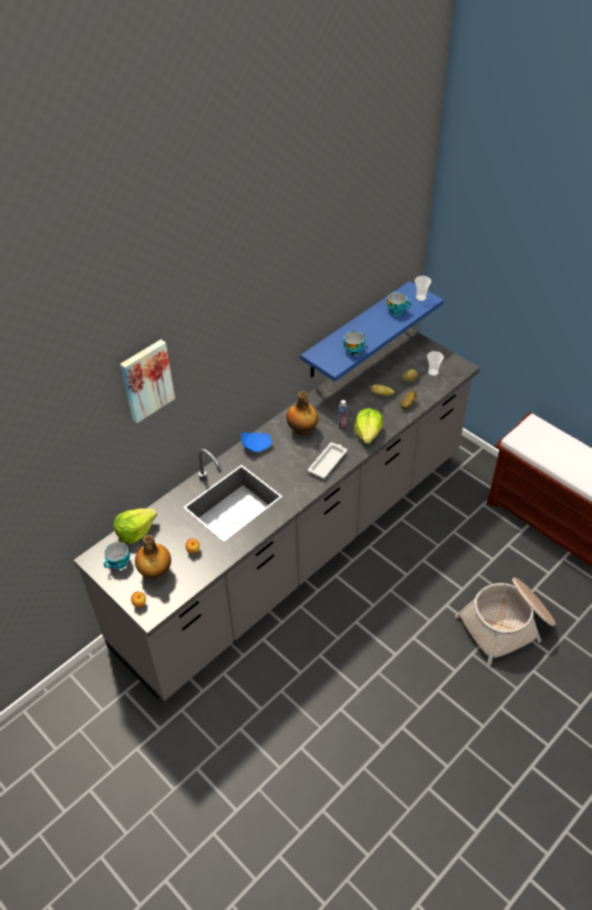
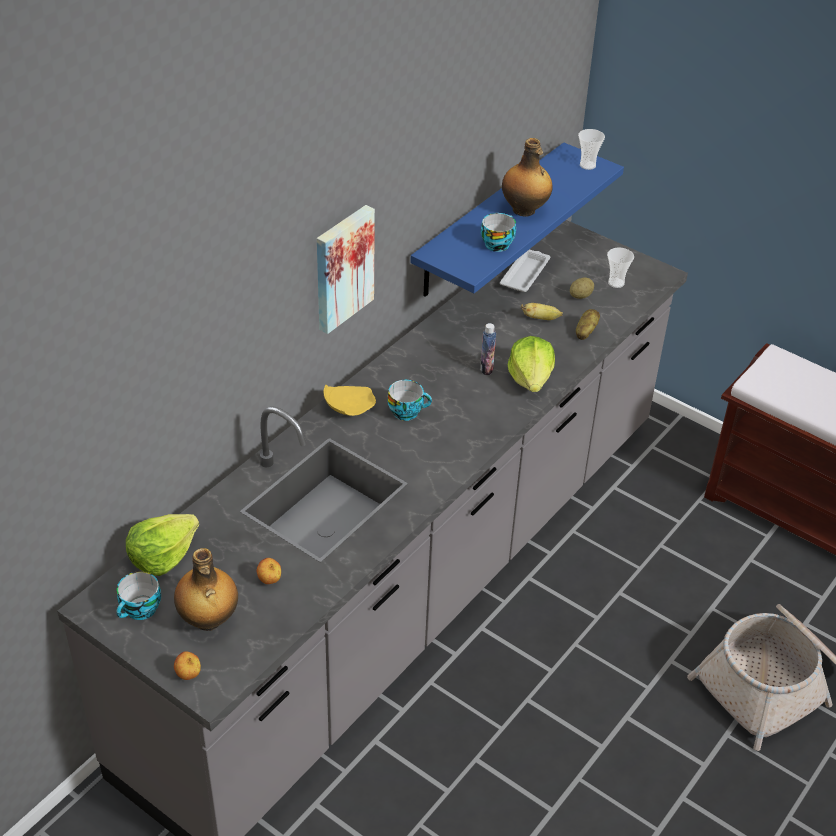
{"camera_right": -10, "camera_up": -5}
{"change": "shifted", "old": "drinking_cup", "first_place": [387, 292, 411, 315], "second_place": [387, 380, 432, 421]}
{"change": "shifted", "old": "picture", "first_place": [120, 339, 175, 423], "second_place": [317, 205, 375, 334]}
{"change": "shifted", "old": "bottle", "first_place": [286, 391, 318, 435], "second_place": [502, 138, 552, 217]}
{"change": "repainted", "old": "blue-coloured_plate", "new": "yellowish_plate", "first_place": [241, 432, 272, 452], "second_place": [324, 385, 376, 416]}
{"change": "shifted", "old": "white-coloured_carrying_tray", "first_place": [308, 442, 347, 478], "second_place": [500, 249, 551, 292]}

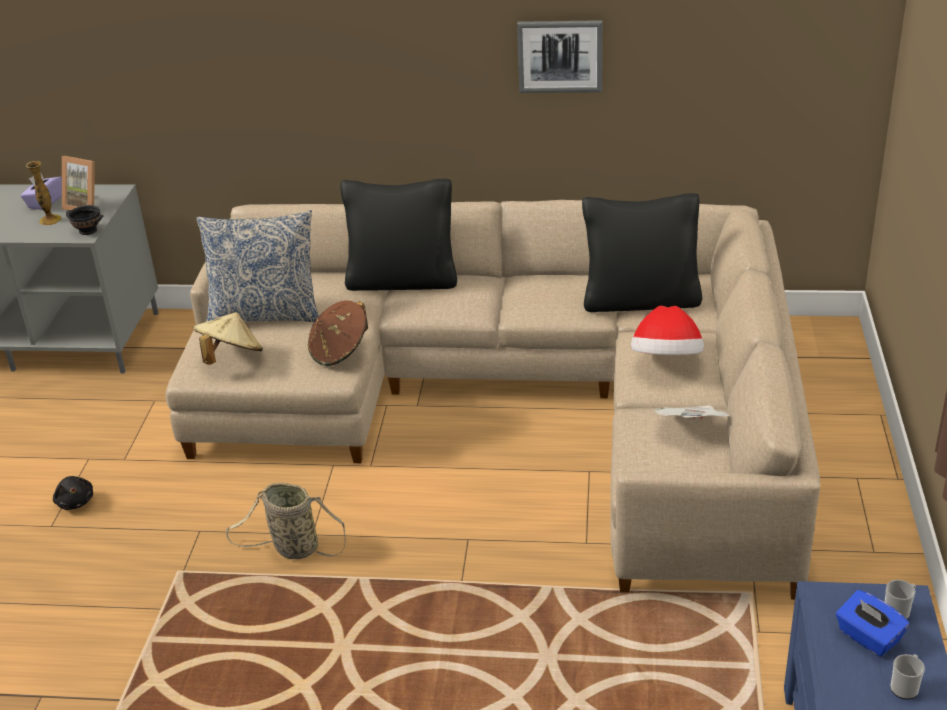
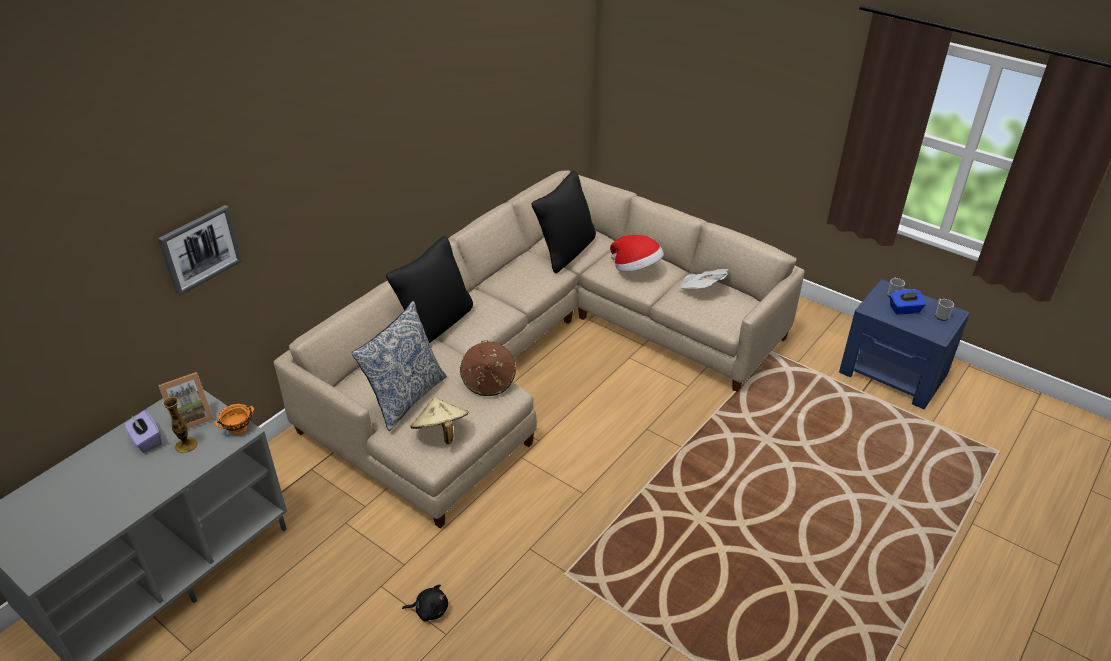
{"camera_right": -60, "camera_up": 5}
{"change": "shifted", "old": "picture", "first_place": [517, 20, 602, 93], "second_place": [158, 205, 242, 296]}
{"change": "repainted", "old": "blackish_deep_dish", "new": "orange_deep_dish", "first_place": [66, 205, 103, 235], "second_place": [215, 404, 254, 435]}
{"change": "gone", "old": "household_basket", "first_place": [226, 483, 345, 559]}

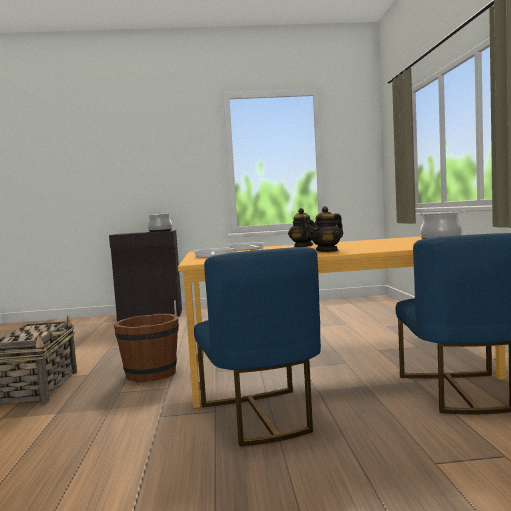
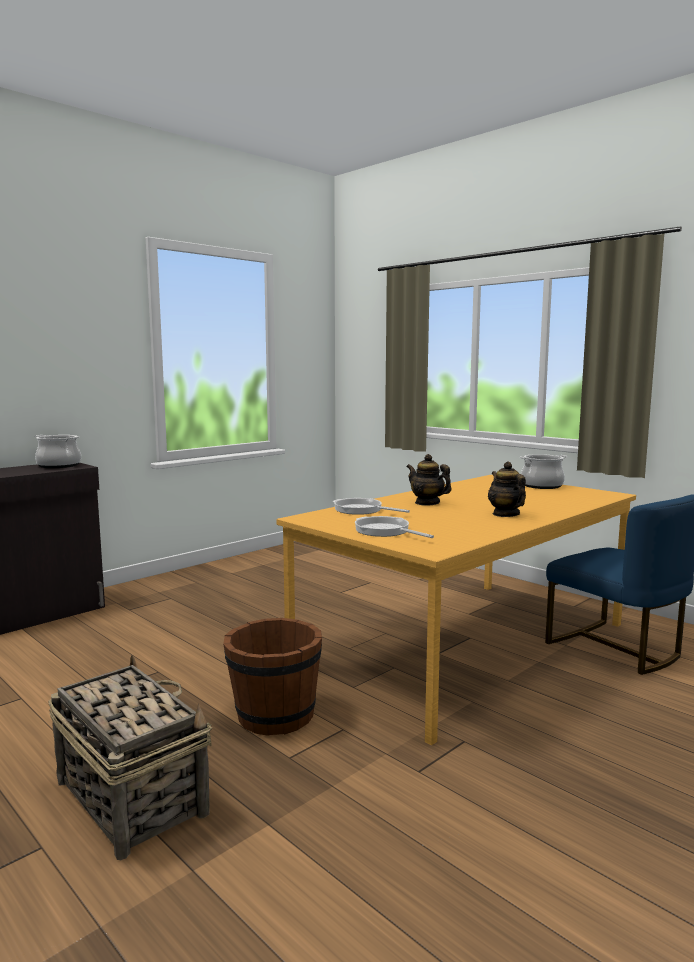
{"camera_right": -40, "camera_up": 5}
{"change": "rotated", "old": "tea_pot", "first_place": [307, 206, 343, 252], "second_place": [488, 462, 526, 517], "degrees": 150}
{"change": "gone", "old": "blue-coloured_plain_chair", "first_place": [194, 247, 321, 446]}

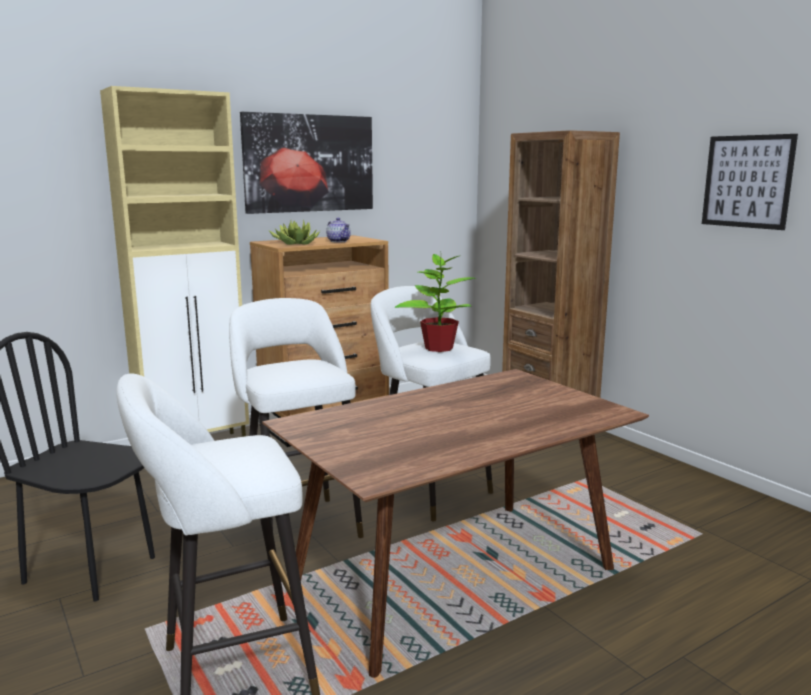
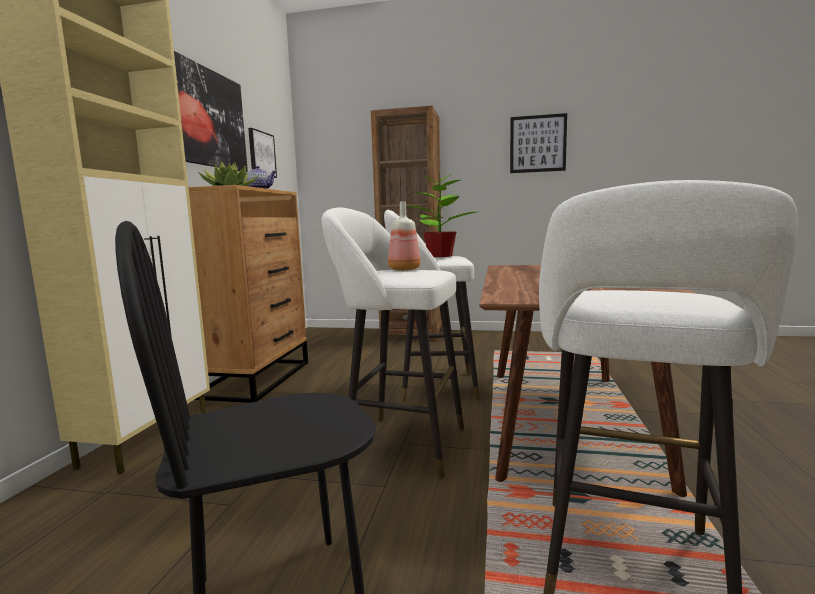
{"camera_right": -45, "camera_up": -5}
{"change": "new", "new": "picture", "second_place": [248, 128, 277, 178]}
{"change": "new", "new": "bottle", "second_place": [388, 201, 421, 271]}

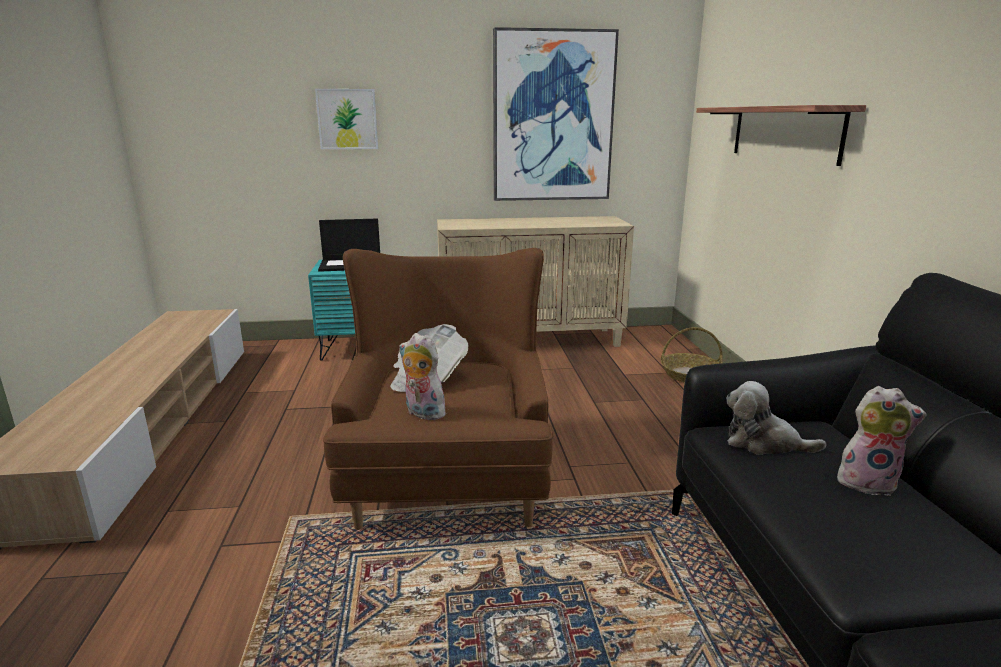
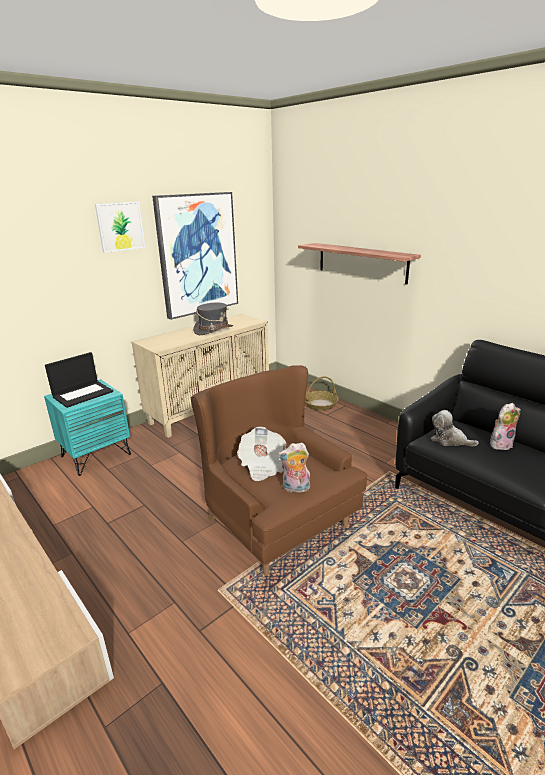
{"camera_right": -35, "camera_up": 5}
{"change": "shifted", "old": "picture", "first_place": [315, 89, 378, 149], "second_place": [95, 202, 145, 253]}
{"change": "rotated", "old": "soft_toy", "first_place": [726, 381, 826, 455], "second_place": [431, 410, 479, 446], "degrees": 45}
{"change": "new", "new": "greyish_hat", "second_place": [193, 303, 233, 335]}

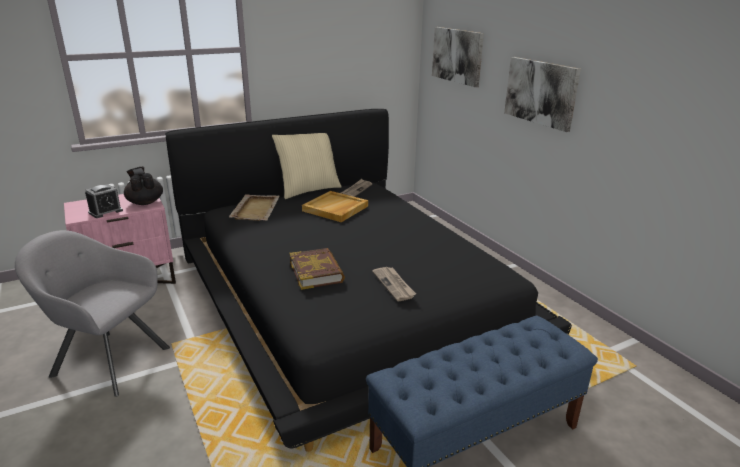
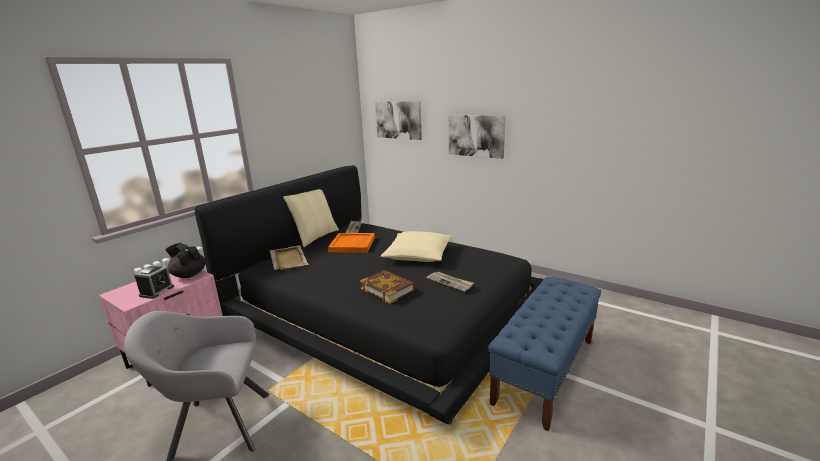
{"camera_right": -25, "camera_up": -5}
{"change": "repainted", "old": "beige_carrying_tray", "new": "orange_carrying_tray", "first_place": [302, 191, 368, 222], "second_place": [328, 233, 375, 253]}
{"change": "new", "new": "beige_cushion", "second_place": [381, 231, 452, 262]}

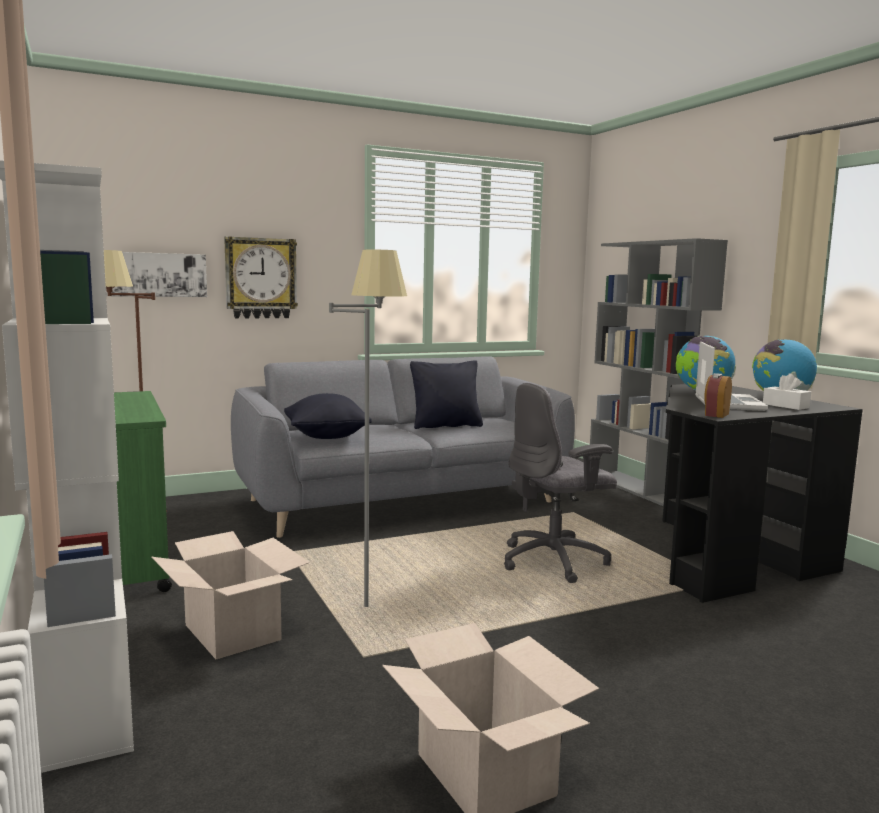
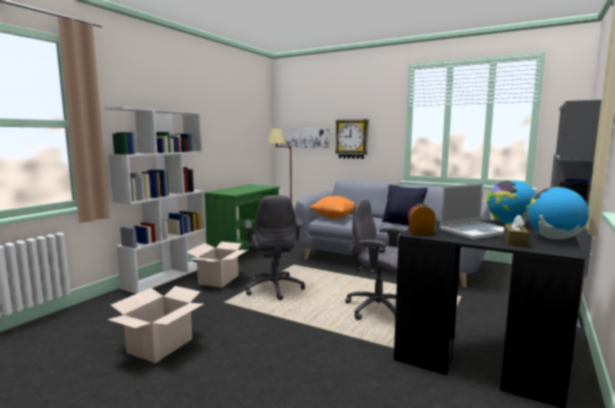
{"camera_right": 55, "camera_up": 0}
{"change": "swapped", "old": "greyish_standing_lamp", "new": "greyish_desk_chair", "first_place": [329, 249, 407, 607], "second_place": [245, 195, 305, 300]}
{"change": "repainted", "old": "white-coloured_box_of_tissues", "new": "brown-coloured_box_of_tissues", "first_place": [763, 373, 811, 410], "second_place": [503, 215, 529, 247]}
{"change": "repainted", "old": "blackish_cushion", "new": "orange_cushion", "first_place": [284, 393, 372, 439], "second_place": [309, 196, 355, 219]}

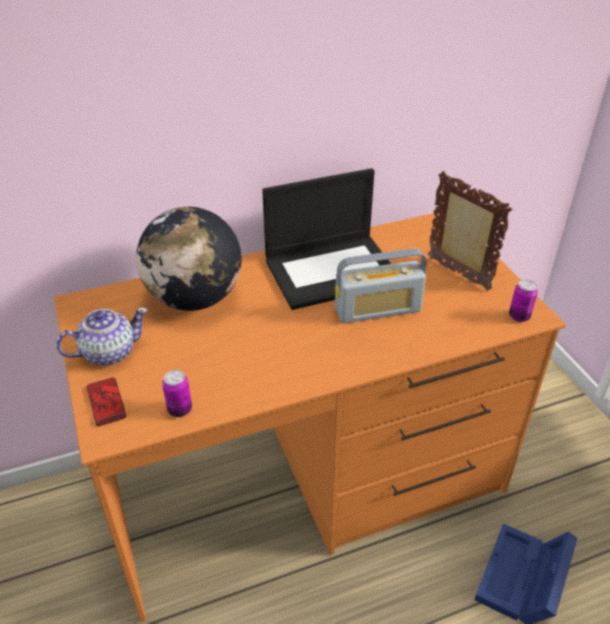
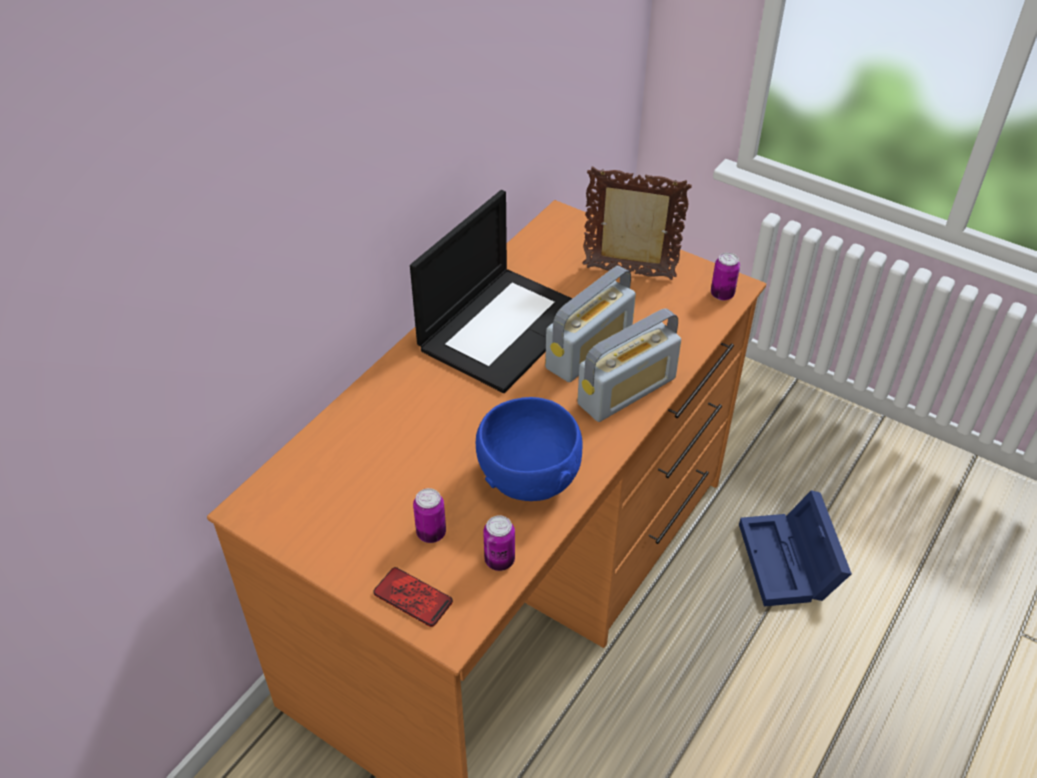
{"camera_right": -35, "camera_up": 5}
{"change": "gone", "old": "globe", "first_place": [136, 207, 242, 311]}
{"change": "gone", "old": "tea_pot", "first_place": [56, 308, 148, 366]}
{"change": "new", "new": "radio", "second_place": [577, 308, 681, 422]}
{"change": "new", "new": "blue-coloured_deep_dish", "second_place": [476, 397, 583, 501]}
{"change": "new", "new": "can", "second_place": [413, 488, 446, 543]}

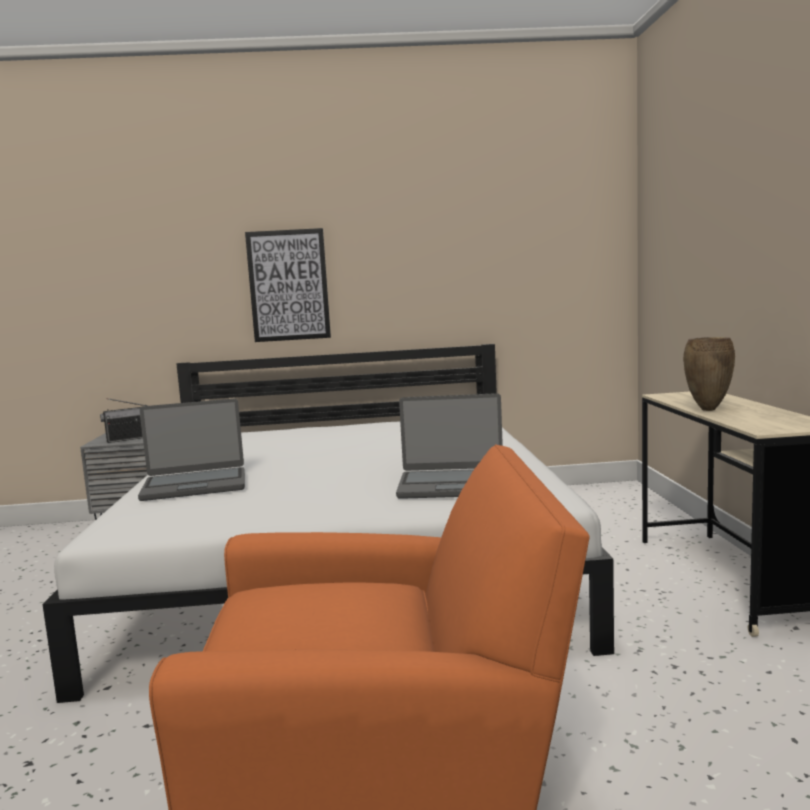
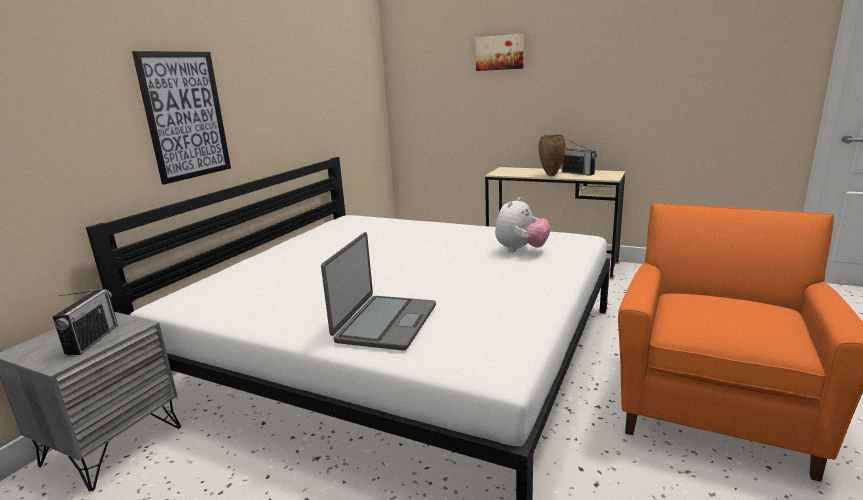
{"camera_right": -60, "camera_up": 10}
{"change": "swapped", "old": "laptop", "new": "soft_toy", "first_place": [396, 393, 503, 499], "second_place": [495, 197, 551, 252]}
{"change": "new", "new": "picture", "second_place": [475, 34, 524, 71]}
{"change": "new", "new": "radio", "second_place": [562, 139, 597, 176]}

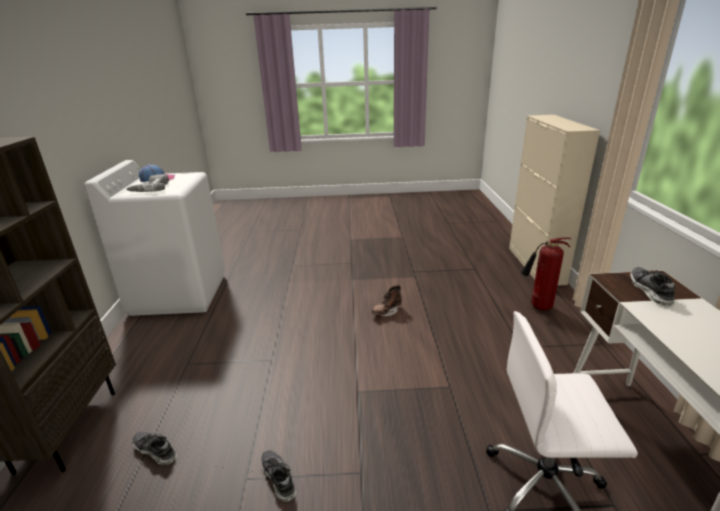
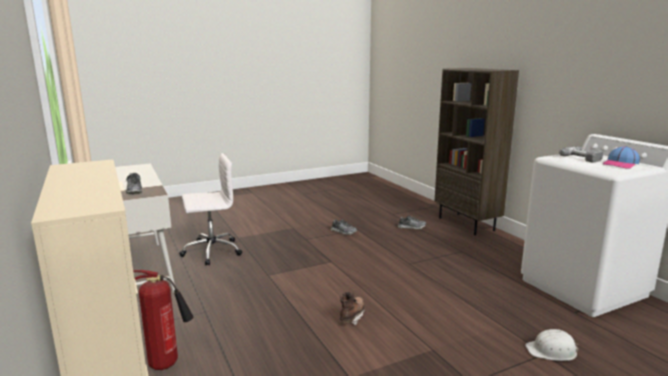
{"camera_right": 155, "camera_up": -10}
{"change": "new", "new": "white-coloured_safety_helmet", "second_place": [525, 329, 578, 361]}

